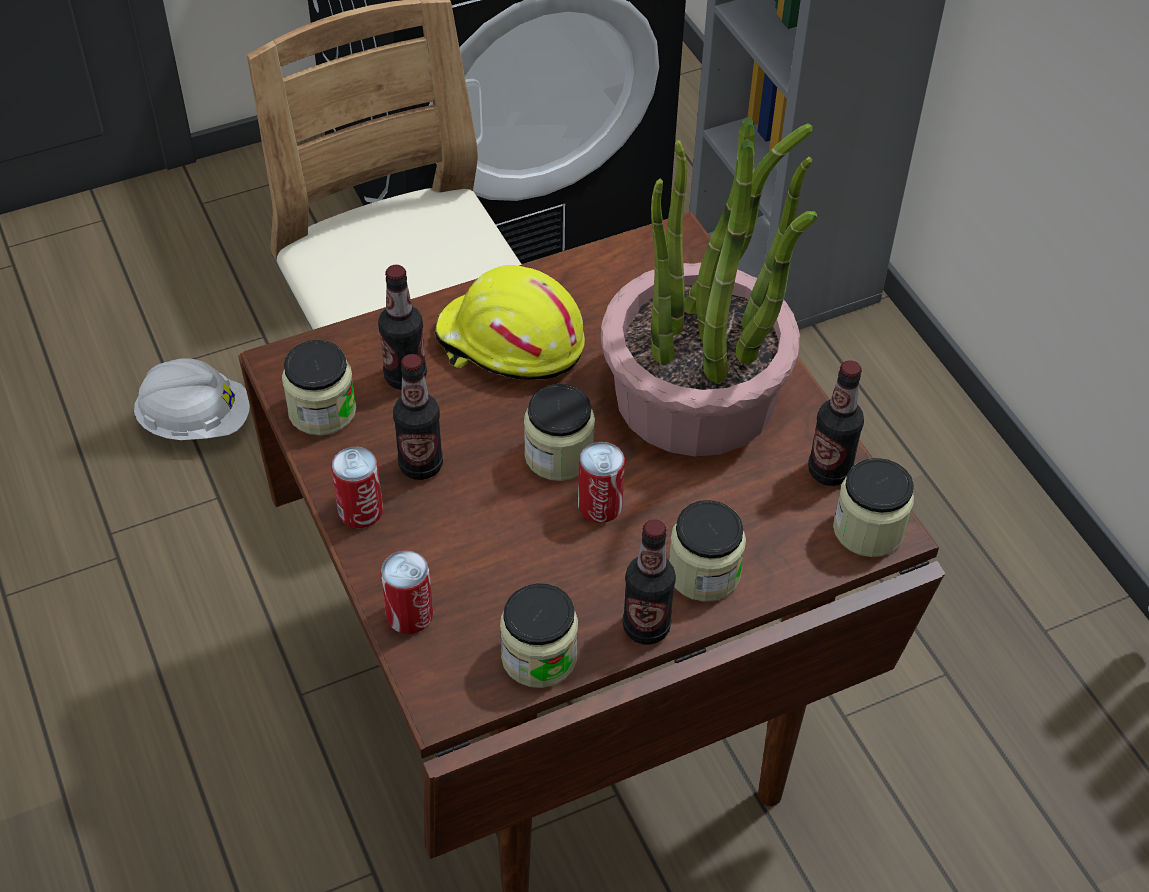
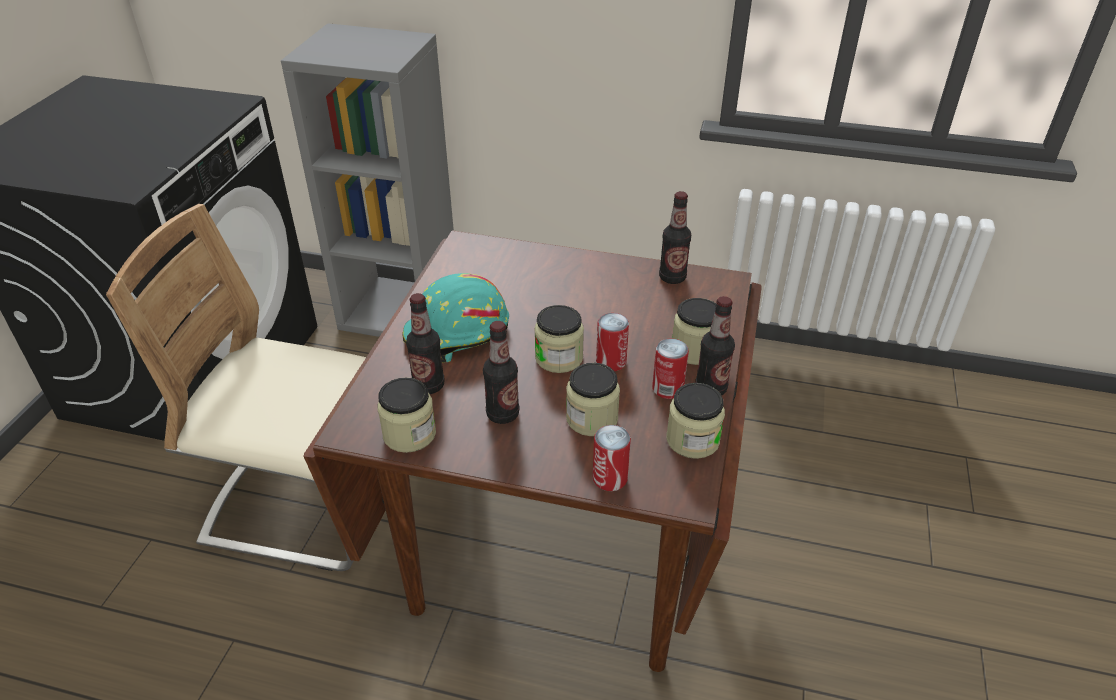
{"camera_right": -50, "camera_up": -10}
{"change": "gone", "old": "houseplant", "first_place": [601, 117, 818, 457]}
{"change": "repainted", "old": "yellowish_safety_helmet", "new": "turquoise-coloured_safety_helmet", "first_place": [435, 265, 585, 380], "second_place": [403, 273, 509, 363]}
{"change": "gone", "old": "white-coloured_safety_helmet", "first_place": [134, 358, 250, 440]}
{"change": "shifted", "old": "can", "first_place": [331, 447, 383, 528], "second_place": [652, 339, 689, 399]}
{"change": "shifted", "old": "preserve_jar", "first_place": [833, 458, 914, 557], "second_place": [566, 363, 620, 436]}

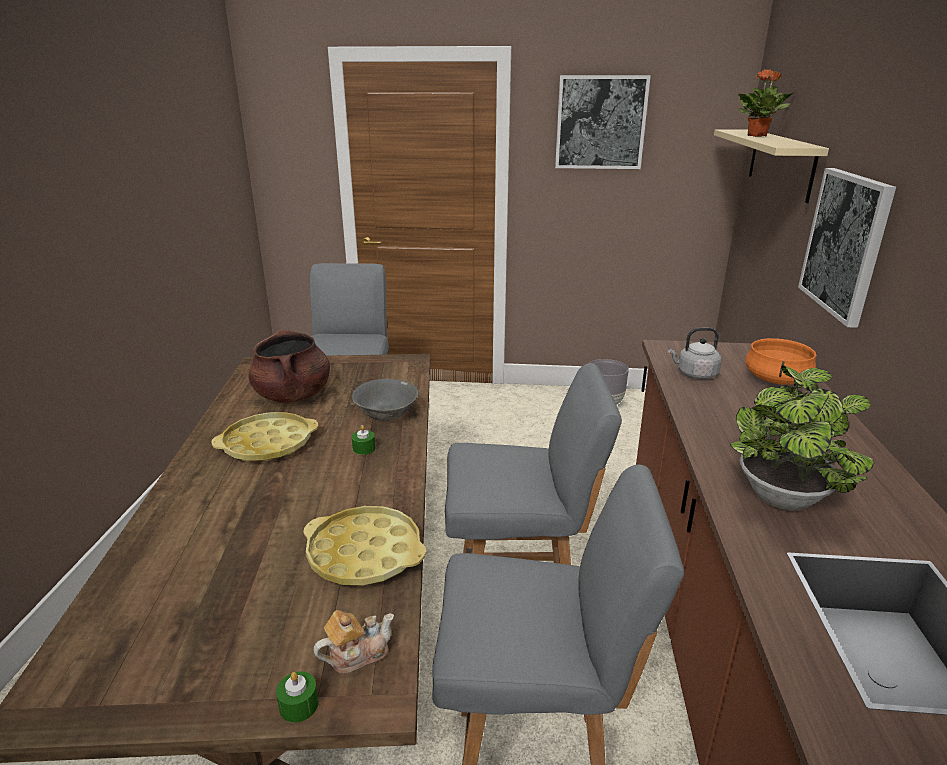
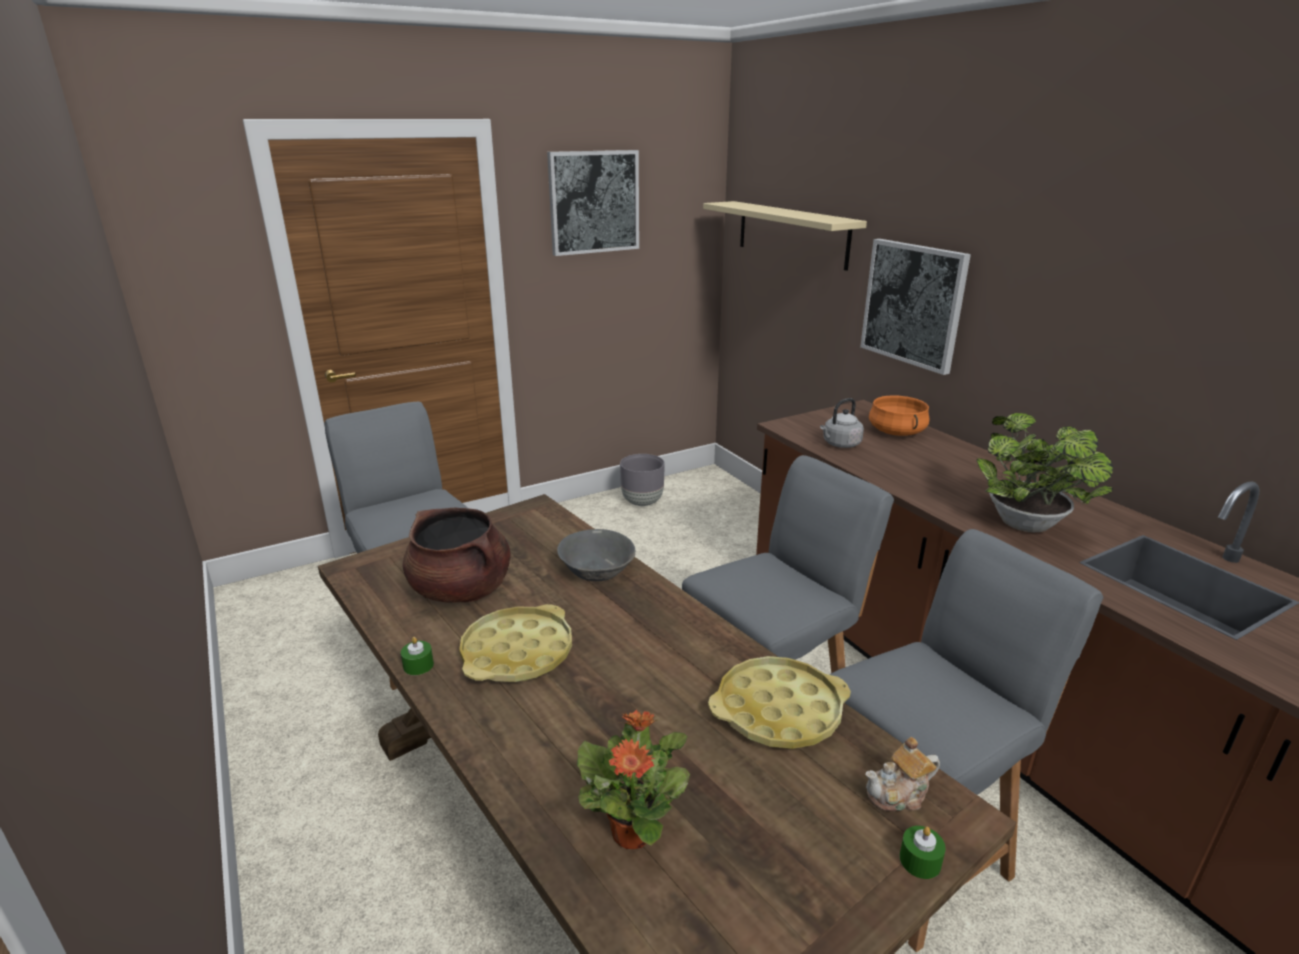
{"camera_right": -35, "camera_up": 0}
{"change": "shifted", "old": "houseplant", "first_place": [738, 69, 793, 137], "second_place": [577, 710, 690, 849]}
{"change": "shifted", "old": "greenish_wax_light", "first_place": [352, 425, 376, 455], "second_place": [401, 637, 434, 675]}
{"change": "rotated", "old": "tea_pot", "first_place": [314, 610, 394, 674], "second_place": [866, 737, 940, 811], "degrees": -135}

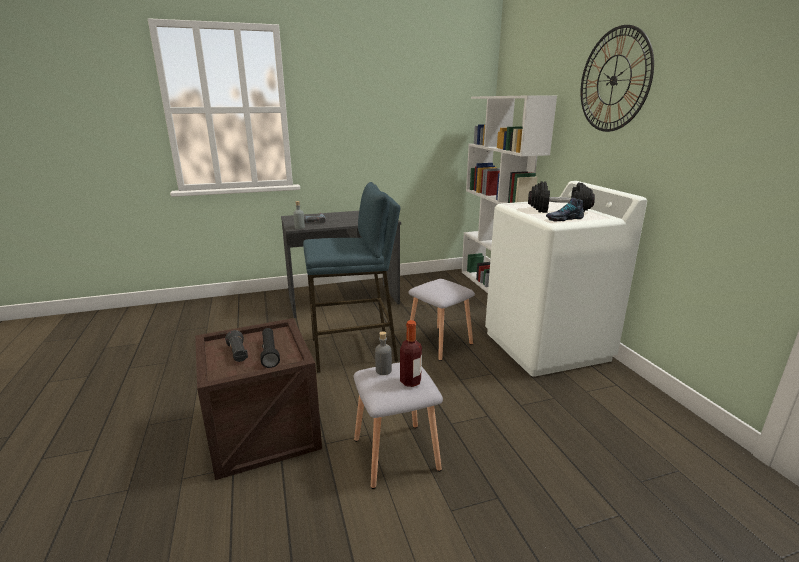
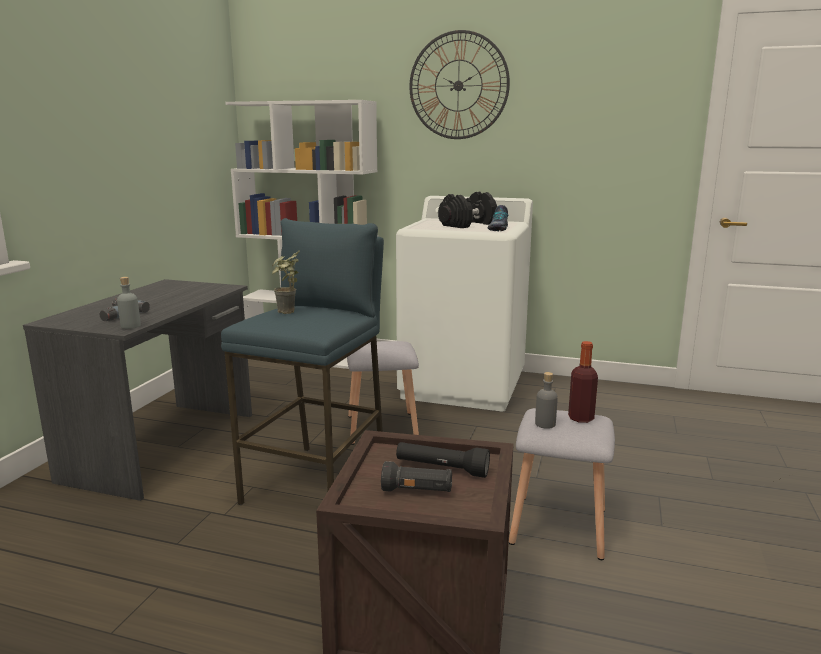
{"camera_right": -55, "camera_up": -5}
{"change": "new", "new": "houseplant", "second_place": [272, 251, 300, 314]}

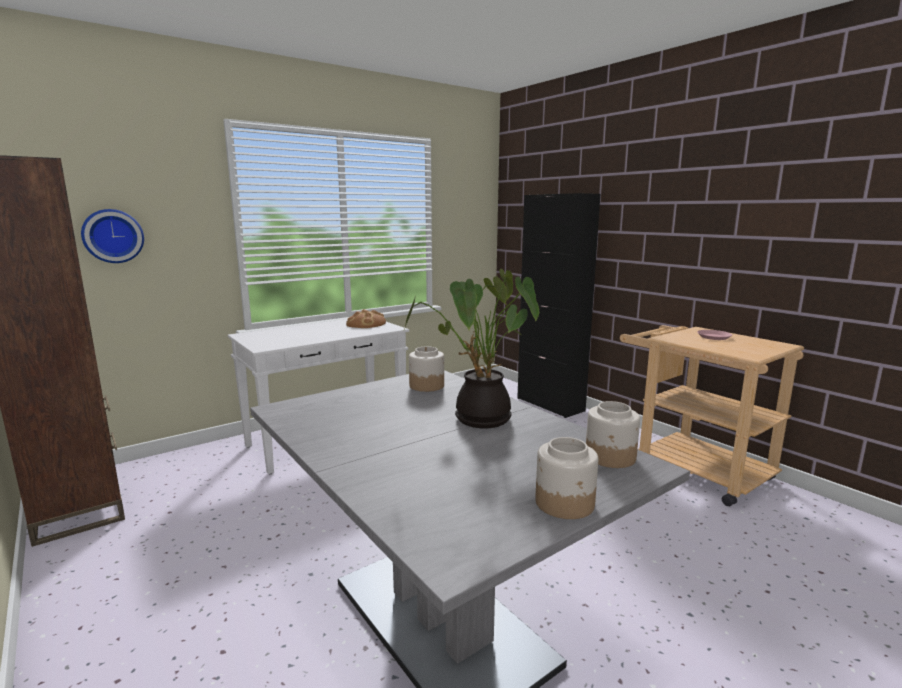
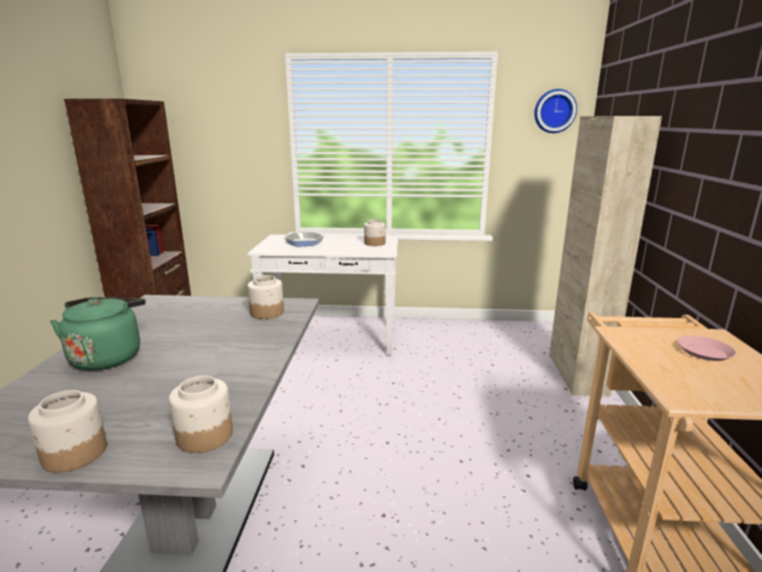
{"camera_right": 40, "camera_up": 5}
{"change": "repainted", "old": "blackish_cupboard", "new": "beige_cupboard", "first_place": [517, 193, 600, 418], "second_place": [549, 116, 662, 397]}
{"change": "shifted", "old": "hanging_clock", "first_place": [81, 209, 144, 263], "second_place": [534, 89, 577, 133]}
{"change": "gone", "old": "houseplant", "first_place": [405, 268, 539, 428]}
{"change": "swapped", "old": "bread", "new": "preserve_jar", "first_place": [346, 309, 386, 328], "second_place": [364, 219, 385, 246]}
{"change": "new", "new": "skillet", "second_place": [284, 232, 324, 246]}
{"change": "new", "new": "greenish_water_kettle", "second_place": [50, 297, 146, 370]}

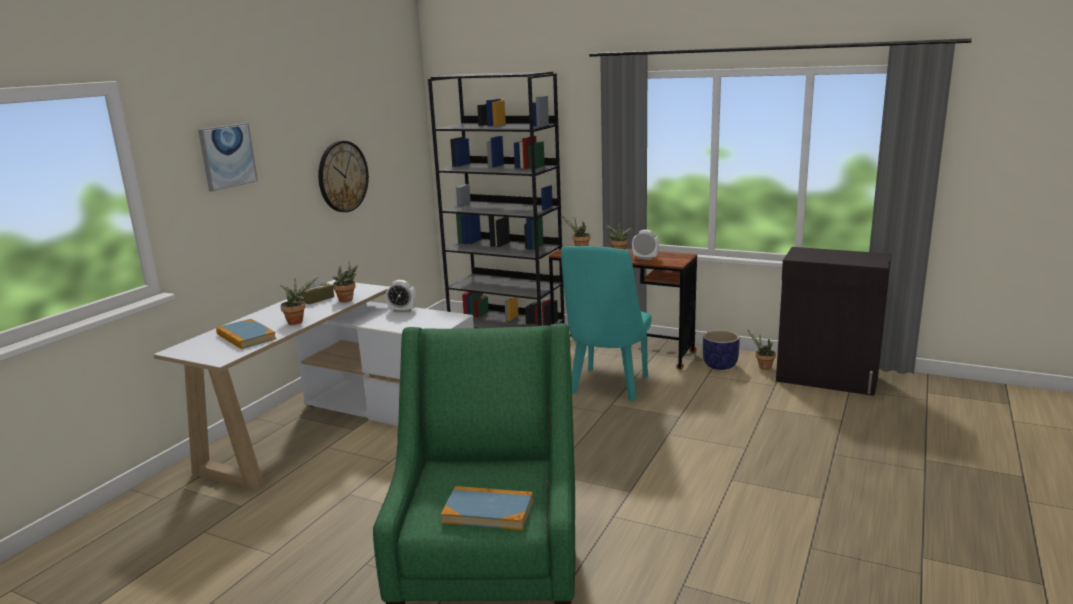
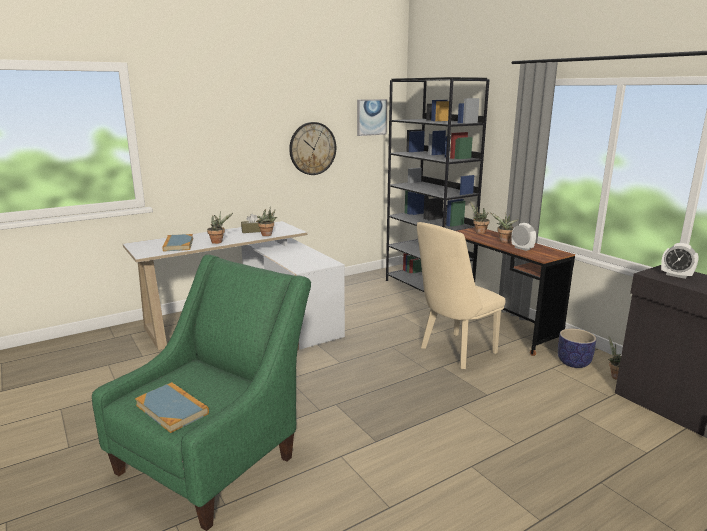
{"camera_right": 30, "camera_up": 0}
{"change": "shifted", "old": "picture", "first_place": [198, 123, 258, 191], "second_place": [357, 99, 387, 136]}
{"change": "repainted", "old": "turquoise-coloured_plain_chair", "new": "beige_plain_chair", "first_place": [561, 246, 652, 401], "second_place": [417, 222, 506, 369]}
{"change": "shifted", "old": "bedside_clock", "first_place": [386, 280, 416, 312], "second_place": [661, 243, 699, 279]}

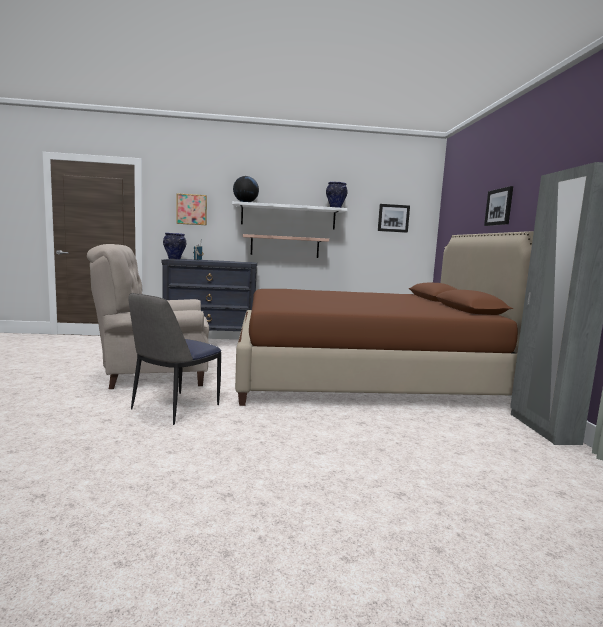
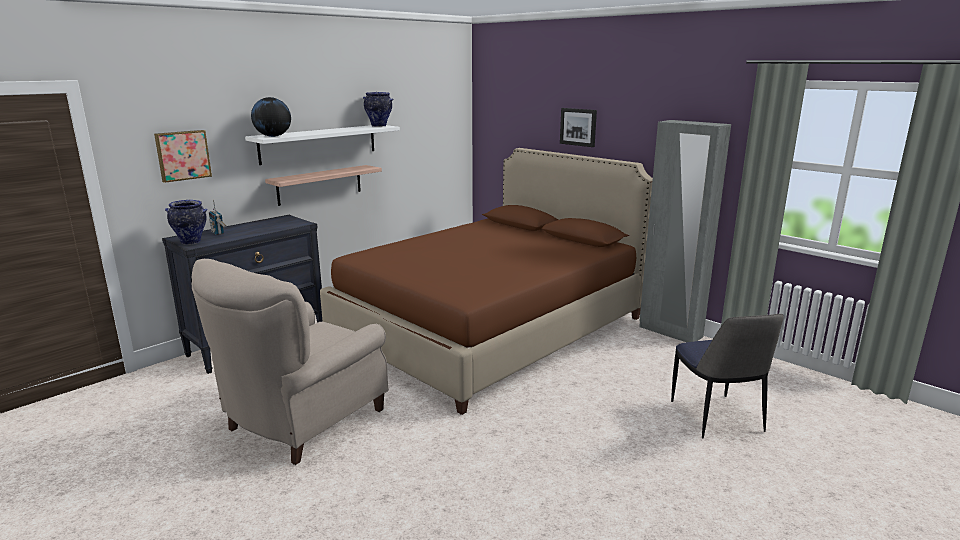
{"camera_right": -40, "camera_up": 10}
{"change": "gone", "old": "picture", "first_place": [378, 204, 410, 233]}
{"change": "shifted", "old": "plain_chair", "first_place": [128, 293, 221, 425], "second_place": [671, 314, 784, 438]}

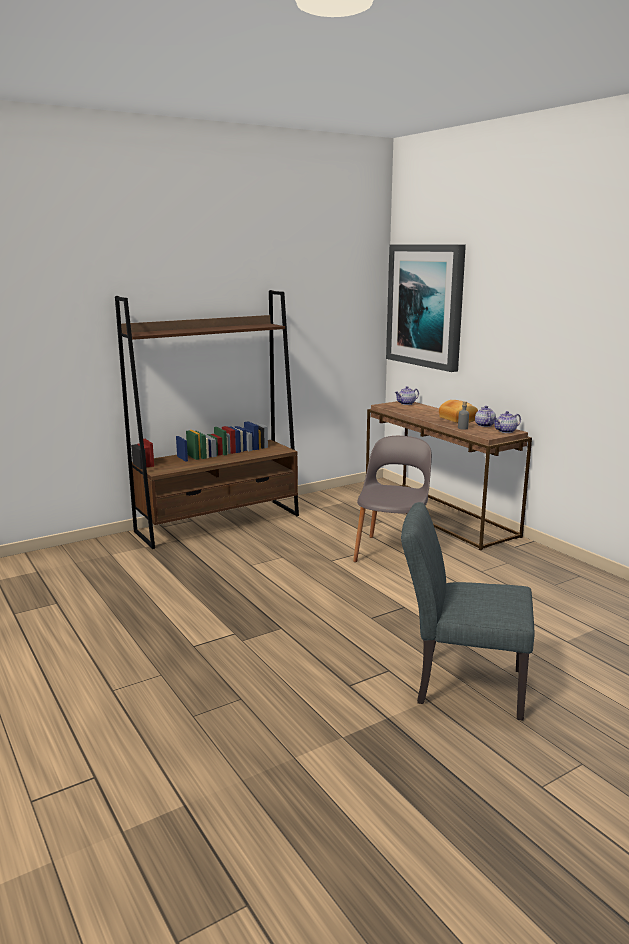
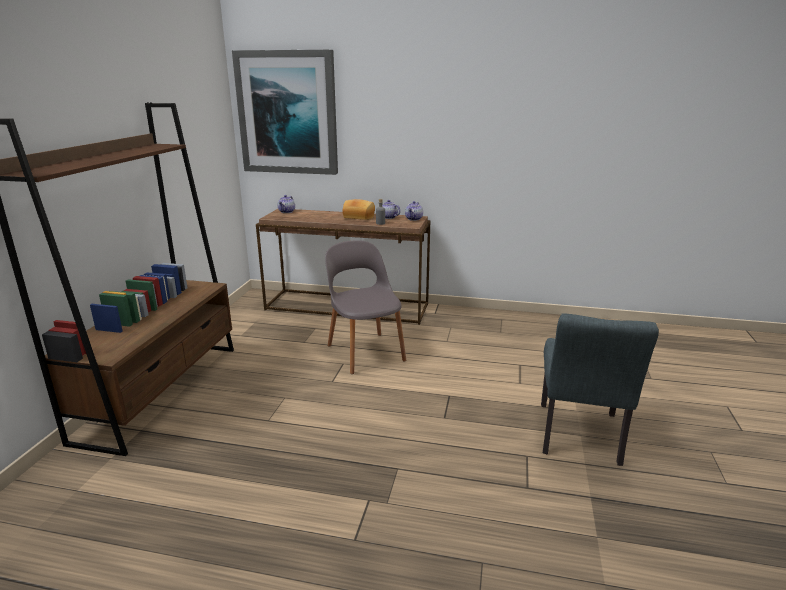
{"camera_right": -45, "camera_up": 5}
{"change": "rotated", "old": "greyish_plain_chair", "first_place": [401, 502, 534, 721], "second_place": [541, 313, 659, 466], "degrees": -45}

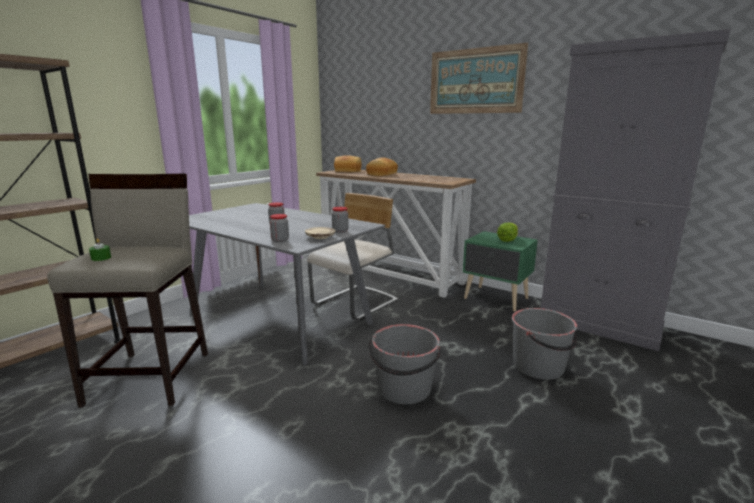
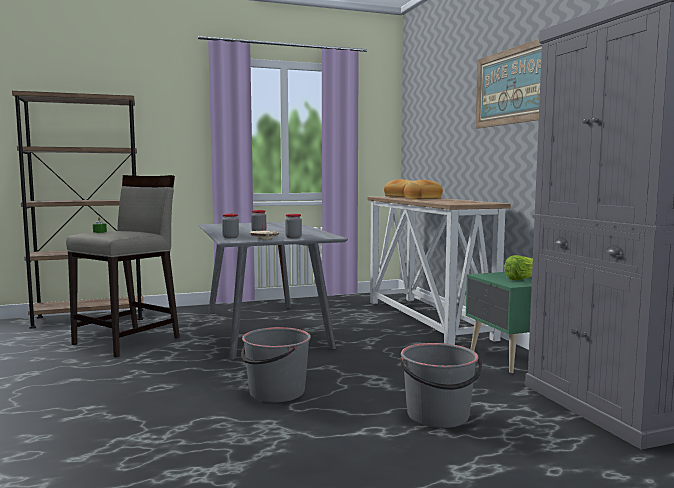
{"camera_right": 35, "camera_up": -10}
{"change": "gone", "old": "beige_plain_chair", "first_place": [307, 193, 399, 320]}

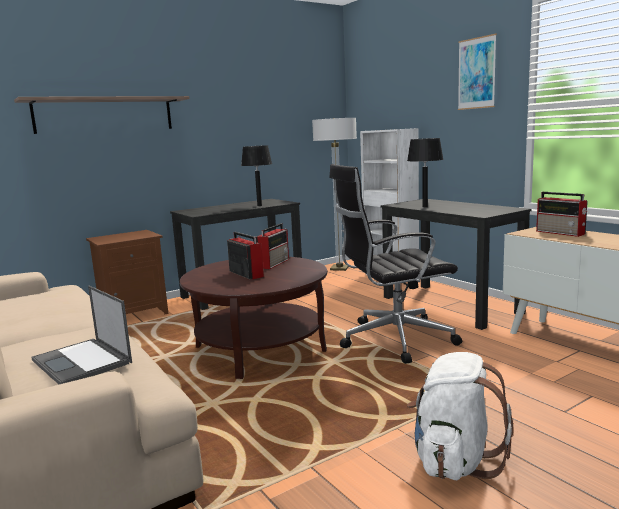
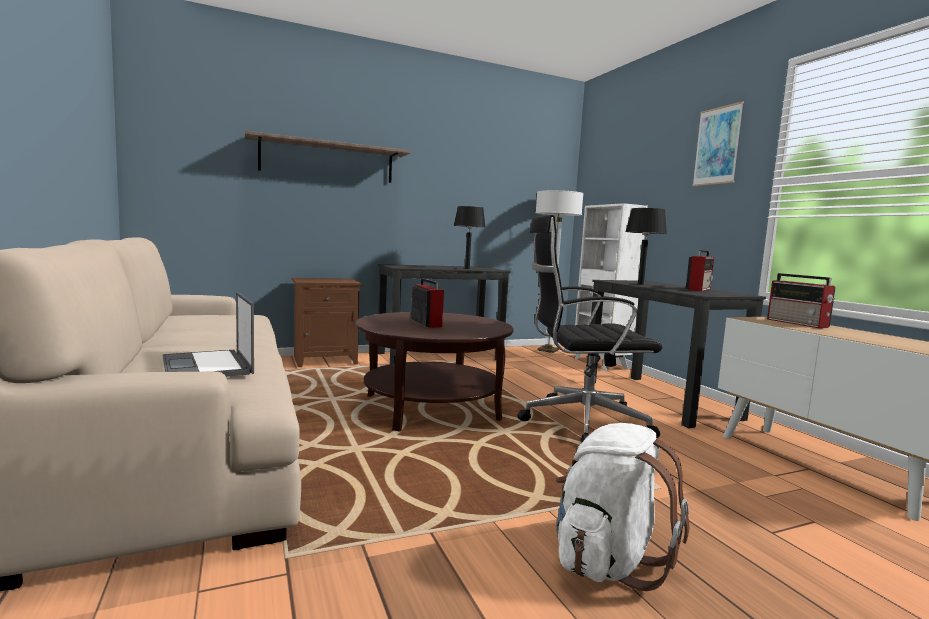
{"camera_right": 10, "camera_up": -5}
{"change": "shifted", "old": "radio", "first_place": [256, 223, 289, 269], "second_place": [686, 250, 714, 291]}

